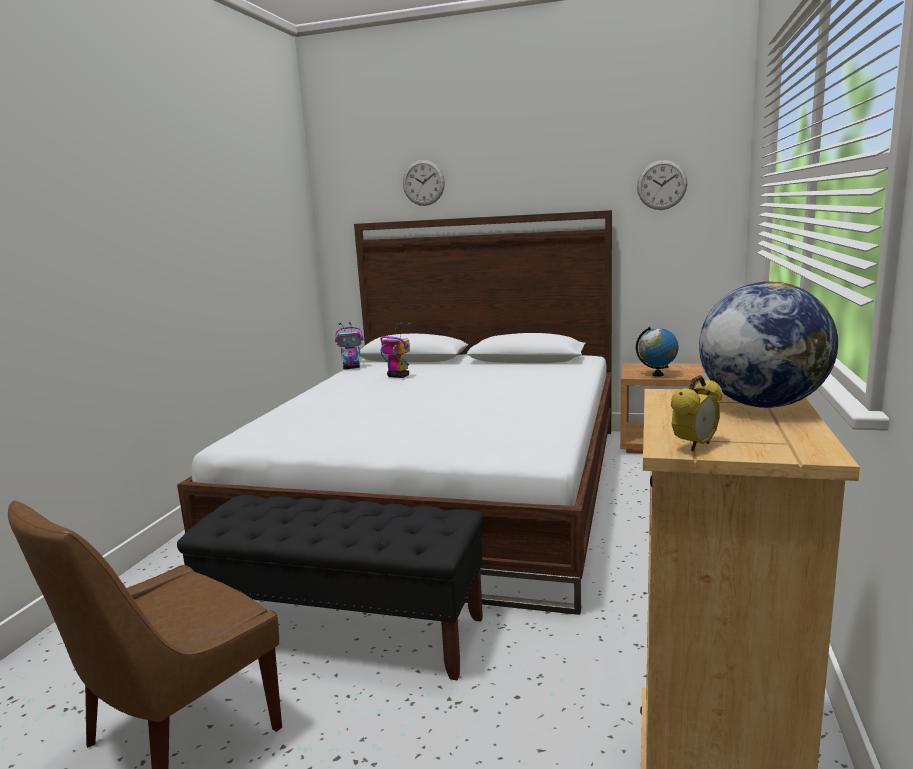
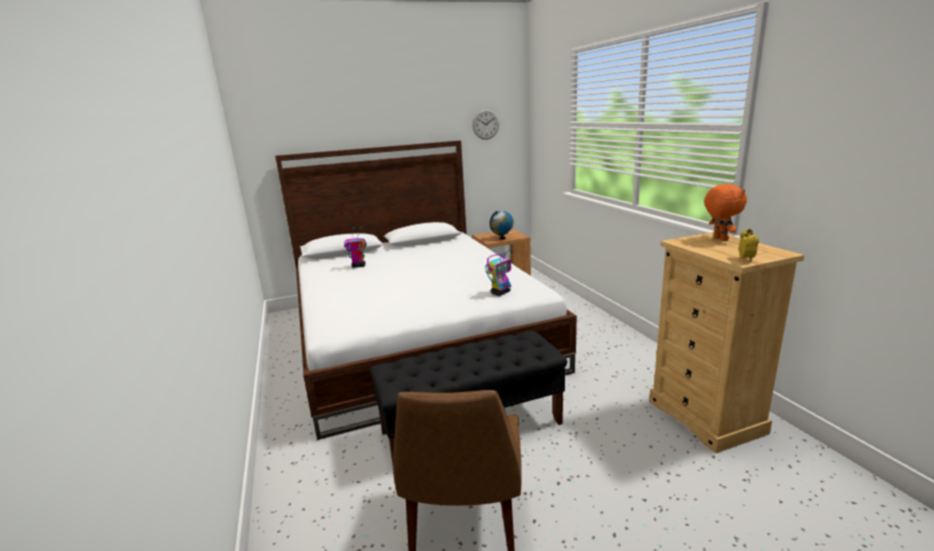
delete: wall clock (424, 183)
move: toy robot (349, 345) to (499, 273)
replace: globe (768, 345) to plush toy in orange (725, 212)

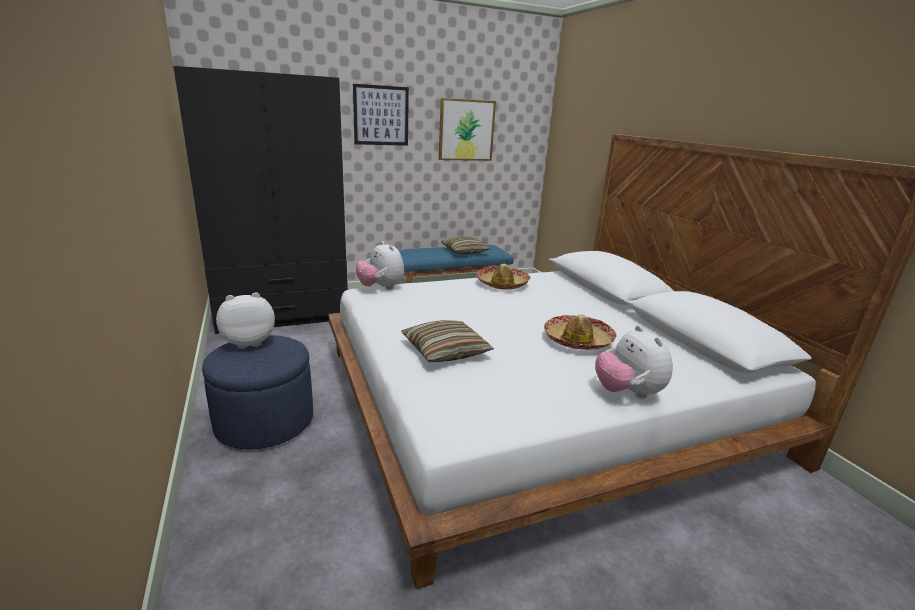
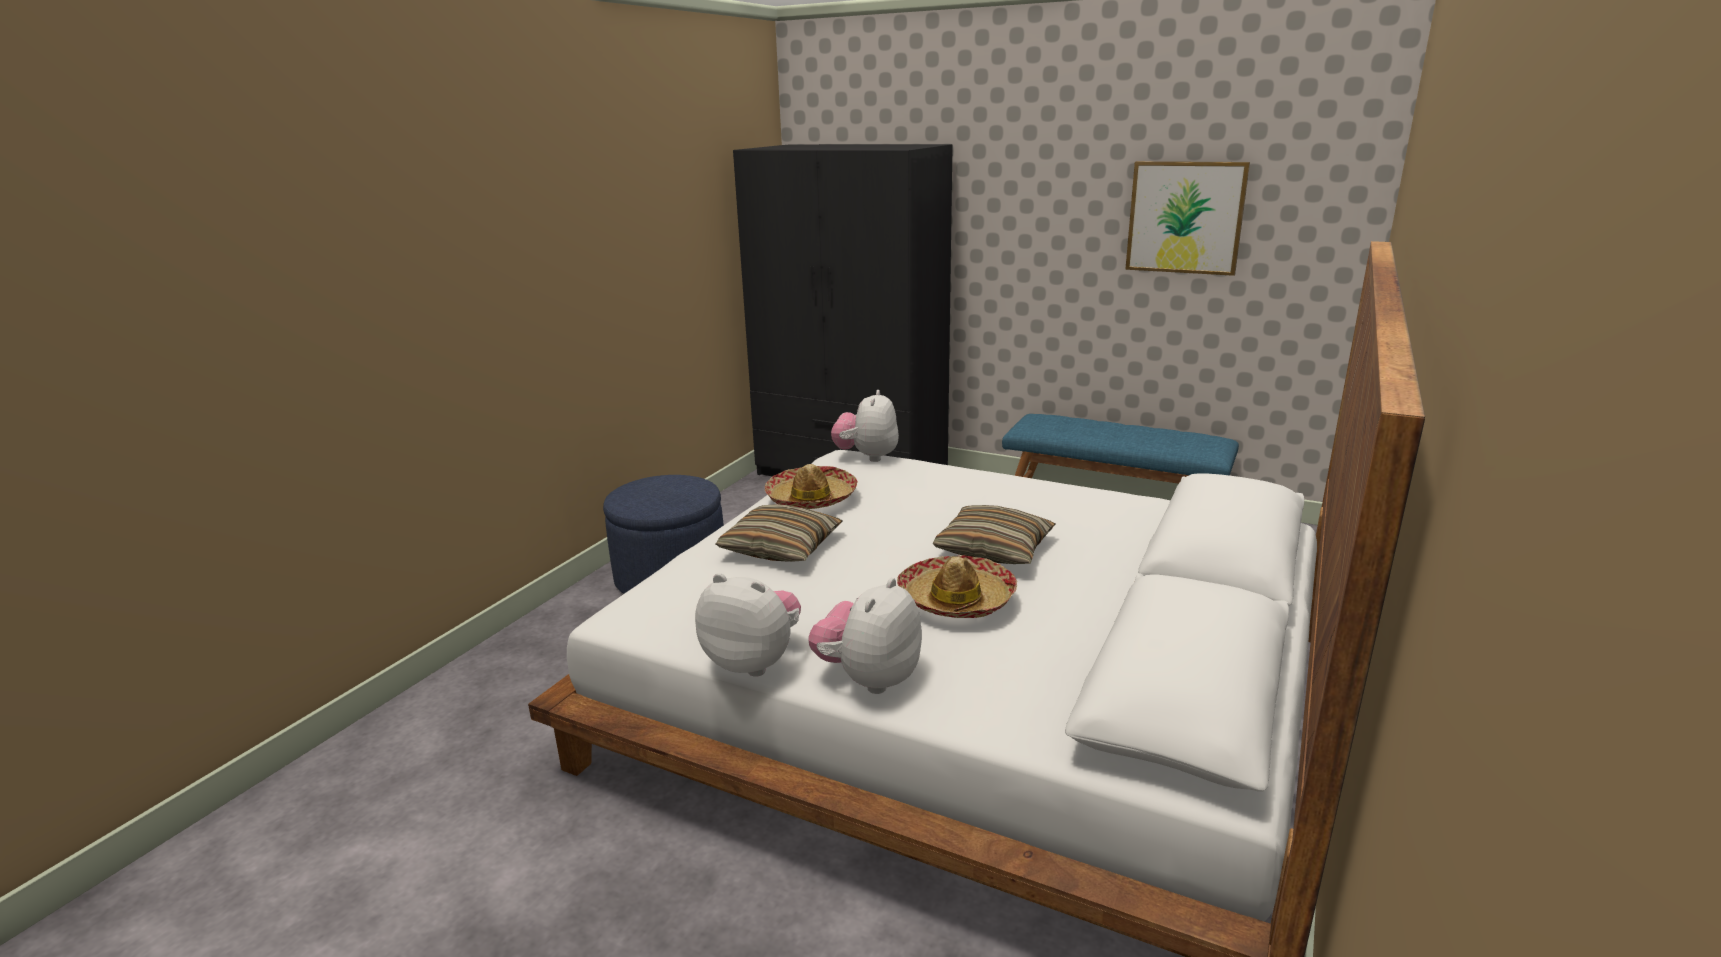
delete: picture (381, 115)
move: plush toy (245, 320) to (748, 625); pillow (465, 245) to (994, 534); hat (503, 277) to (811, 486)

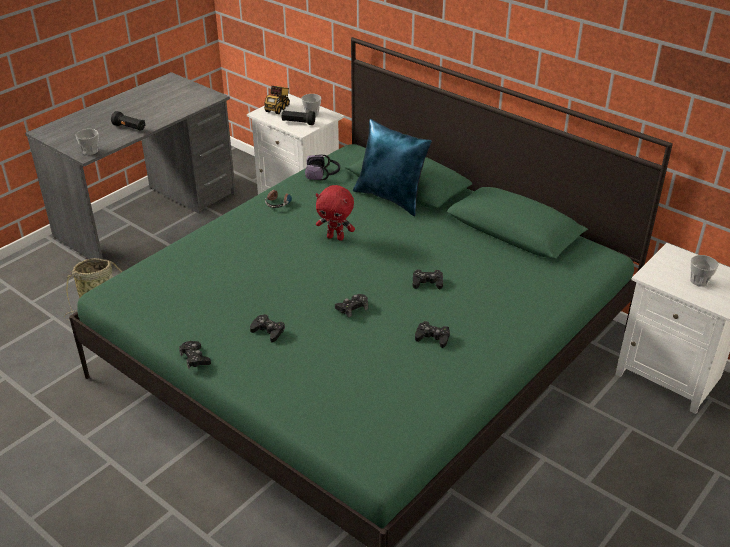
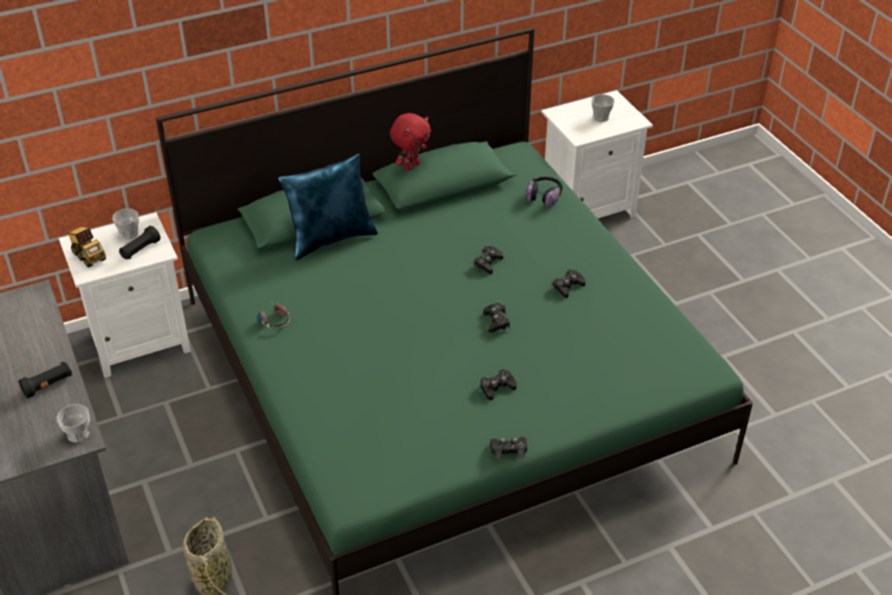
move: headphones (322, 167) to (543, 192); plush toy in red (335, 213) to (410, 142)

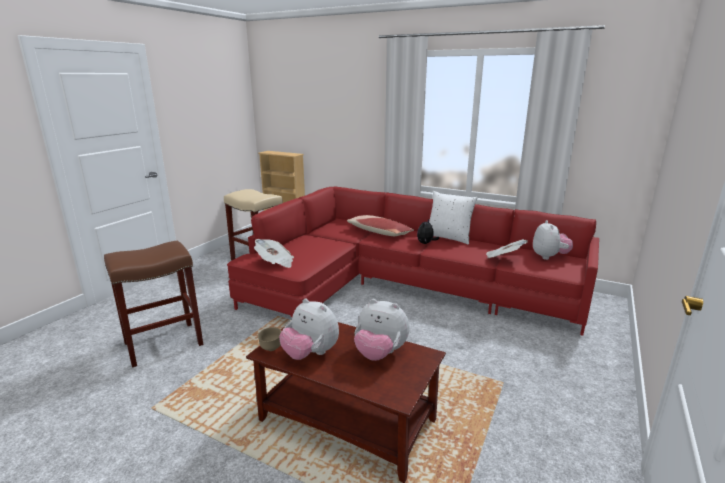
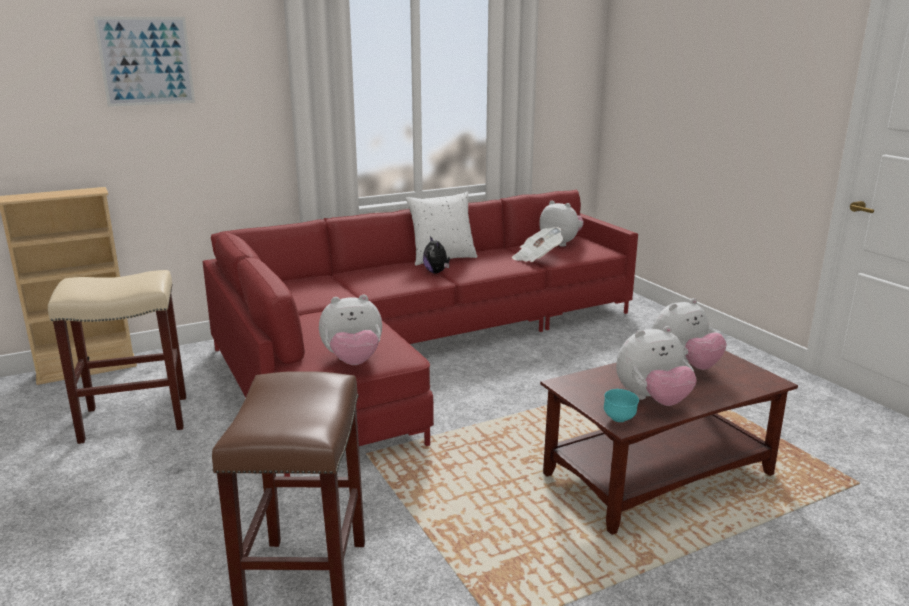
delete: pillow (380, 225)
insert: picture (144, 62)
replace: newspaper (274, 253) to plush toy (350, 330)
recolor: bowl in brown (270, 339) to bowl in turquoise (621, 405)

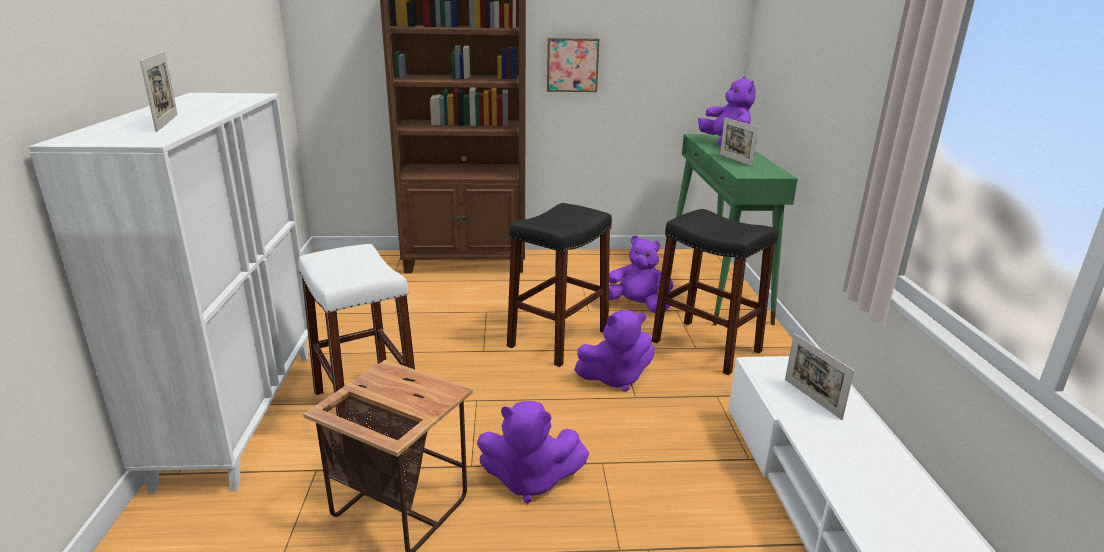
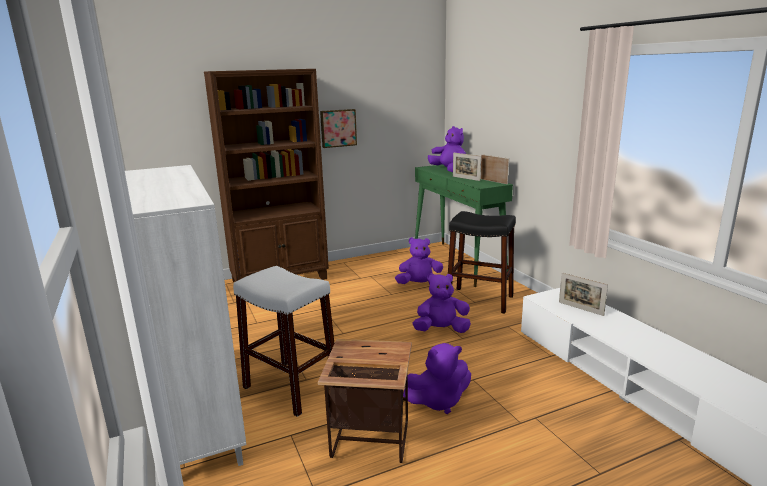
delete: stool in black (559, 285)
move: picture frame (159, 91) to (495, 169)
rotate: plush toy in purple (614, 351) = (442, 303) 150 degrees counterclockwise

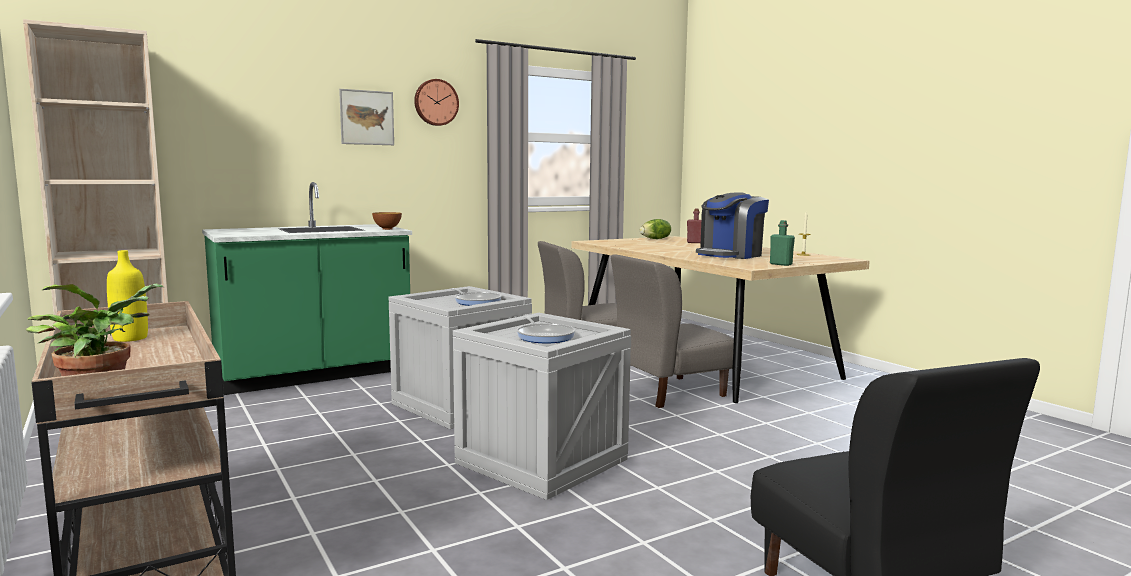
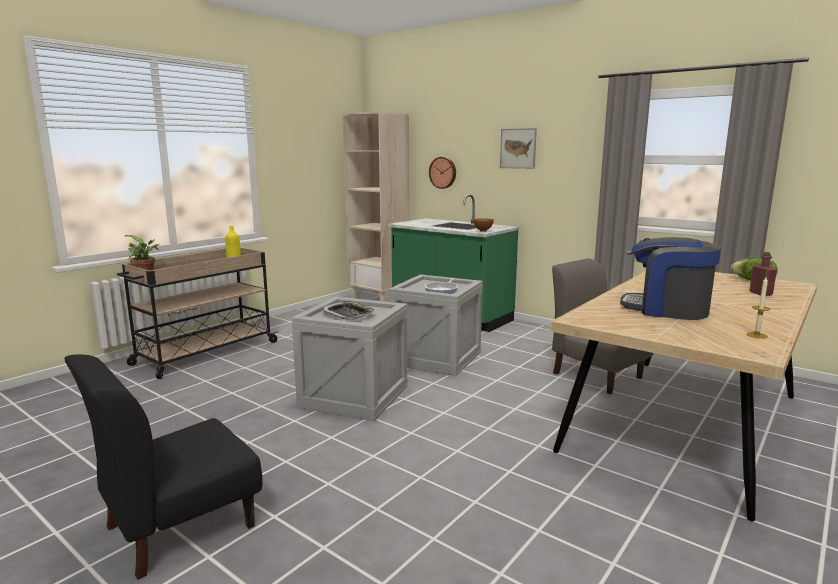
delete: chair in grey (672, 331); bottle in green (782, 243)
move: wall clock (436, 102) to (442, 173)
replace: frying pan (546, 329) to tray (348, 310)

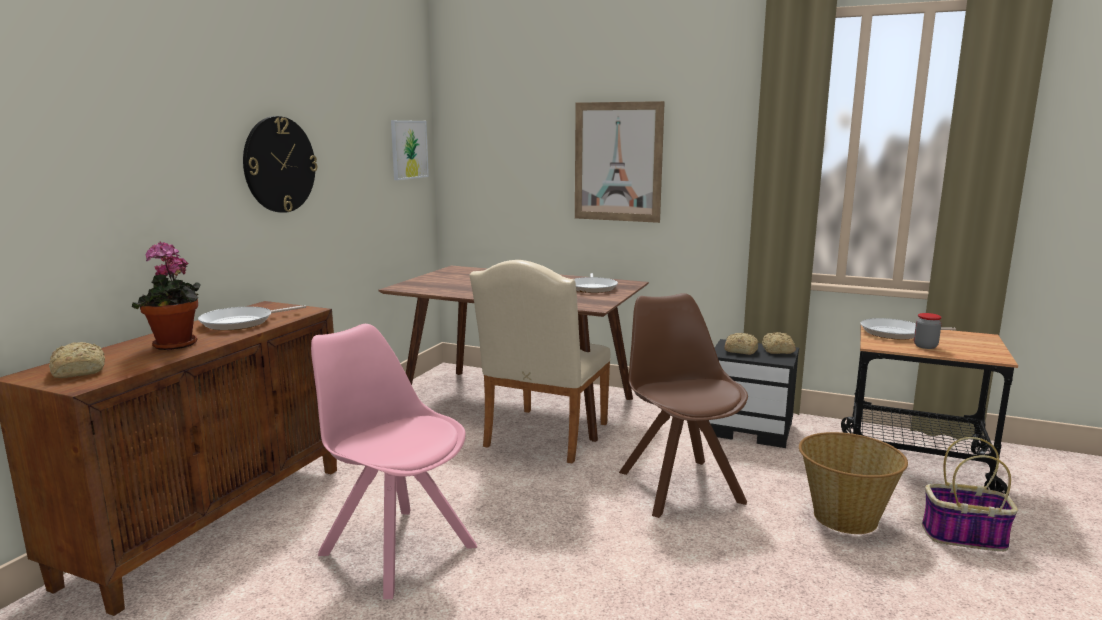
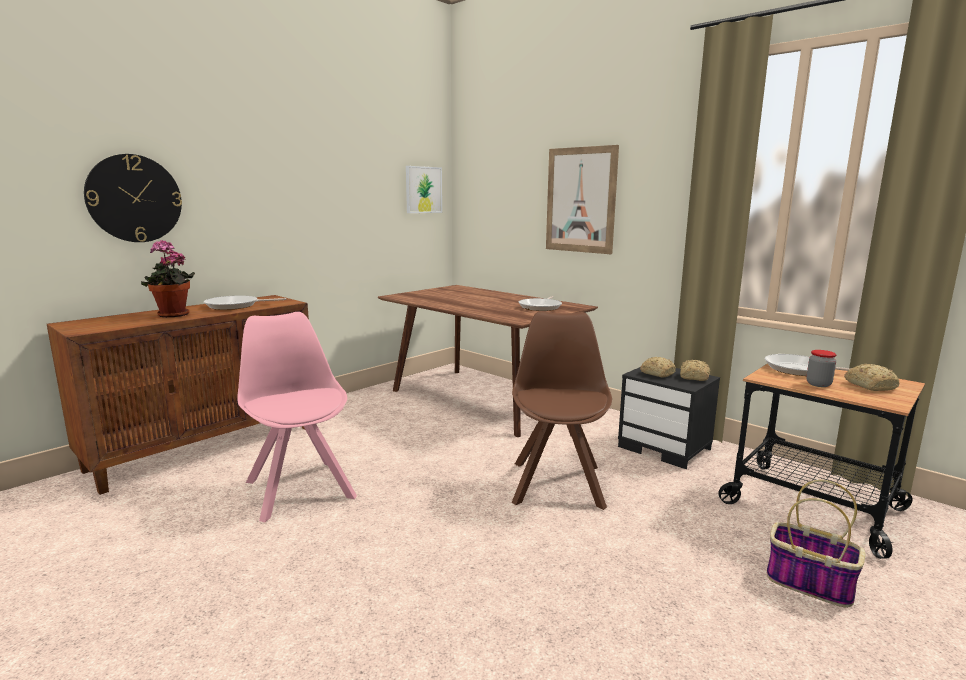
delete: chair in beige (540, 362); basket (853, 483)
move: bread (77, 360) to (872, 377); wall clock (280, 164) to (133, 198)

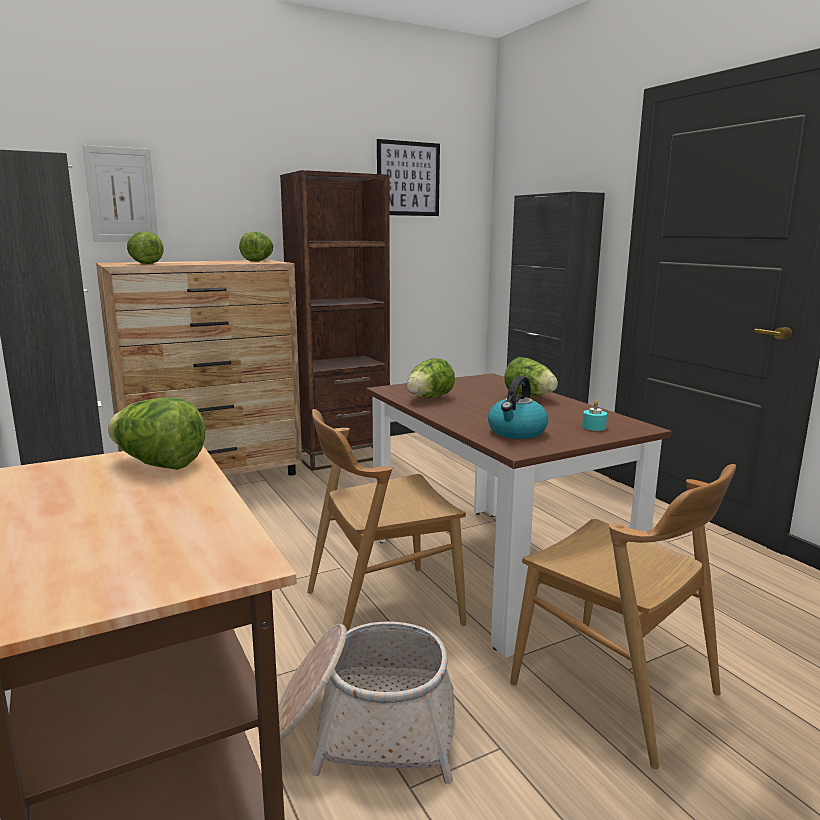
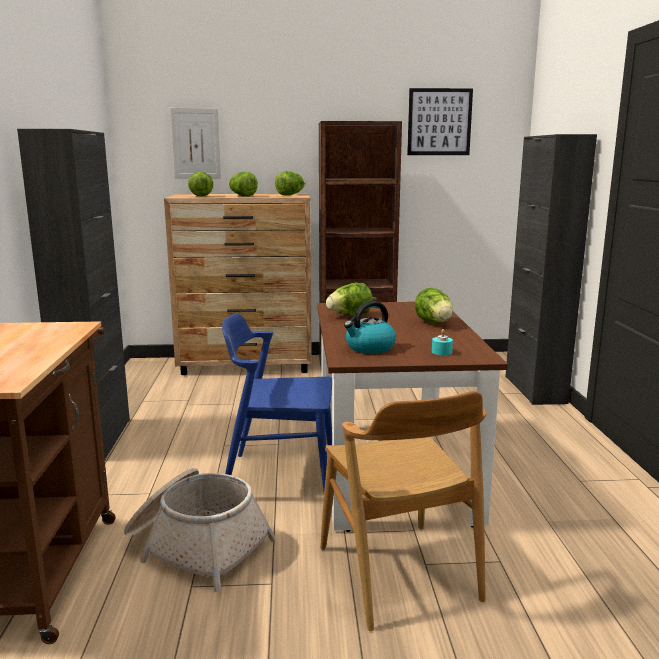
move: lettuce (156, 433) to (243, 184)
recolor: chair in brown (386, 520) to chair in blue (277, 402)

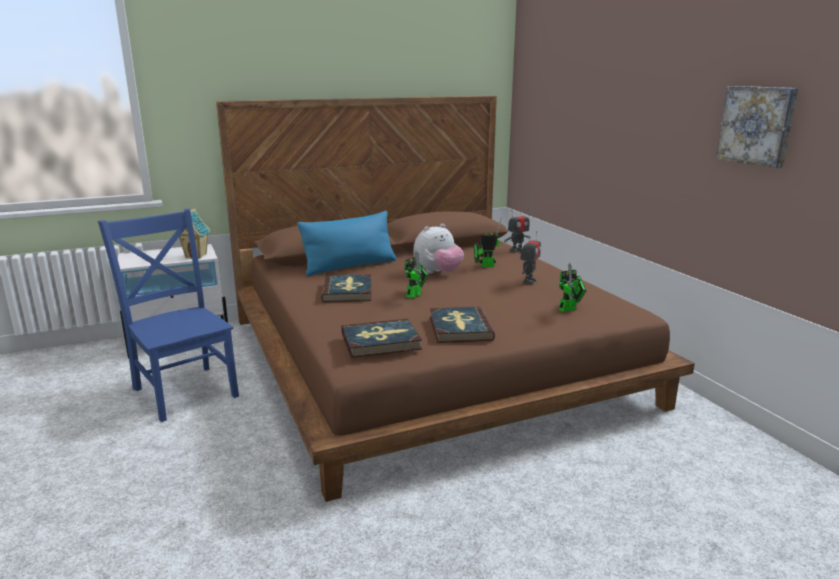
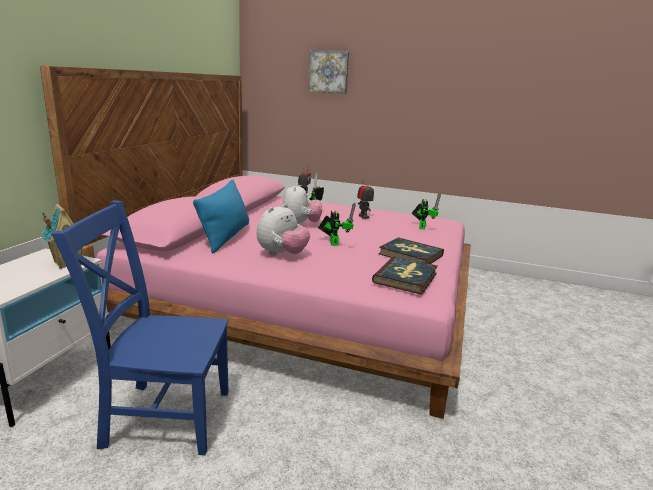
move: picture (757, 127) to (329, 72)
replace: book (346, 288) to plush toy (283, 230)
recolor: bed in brown (455, 299) to bed in pink (255, 242)

